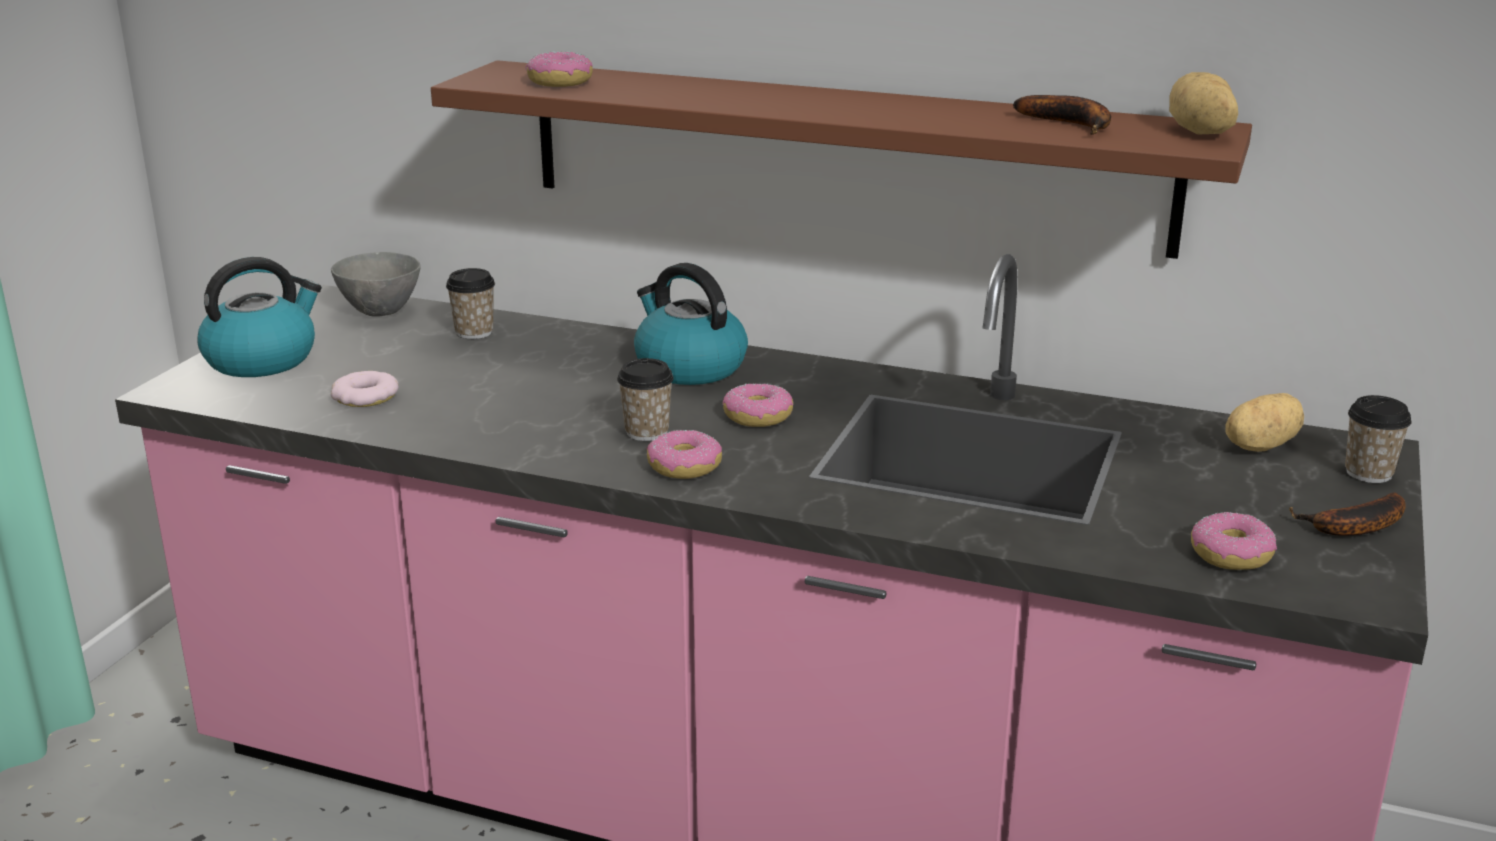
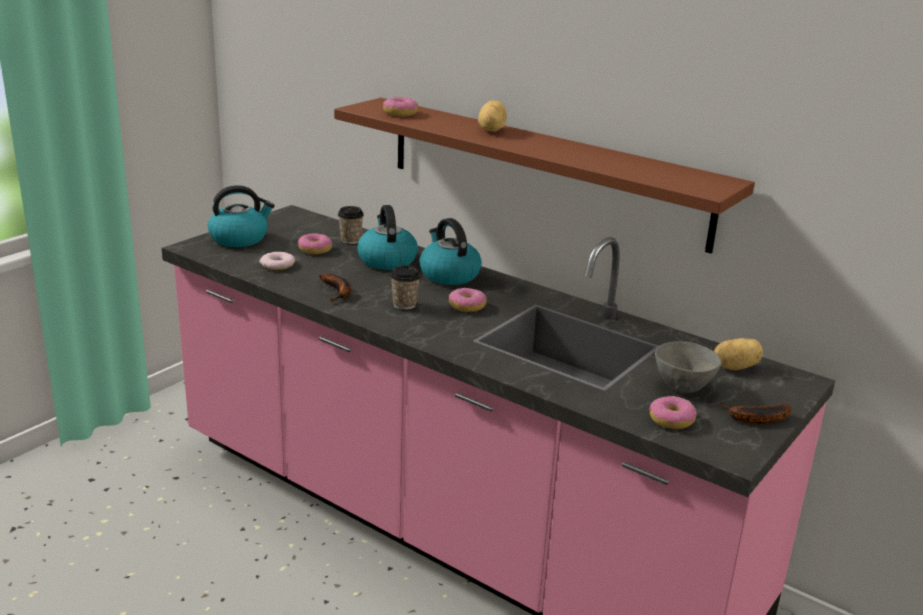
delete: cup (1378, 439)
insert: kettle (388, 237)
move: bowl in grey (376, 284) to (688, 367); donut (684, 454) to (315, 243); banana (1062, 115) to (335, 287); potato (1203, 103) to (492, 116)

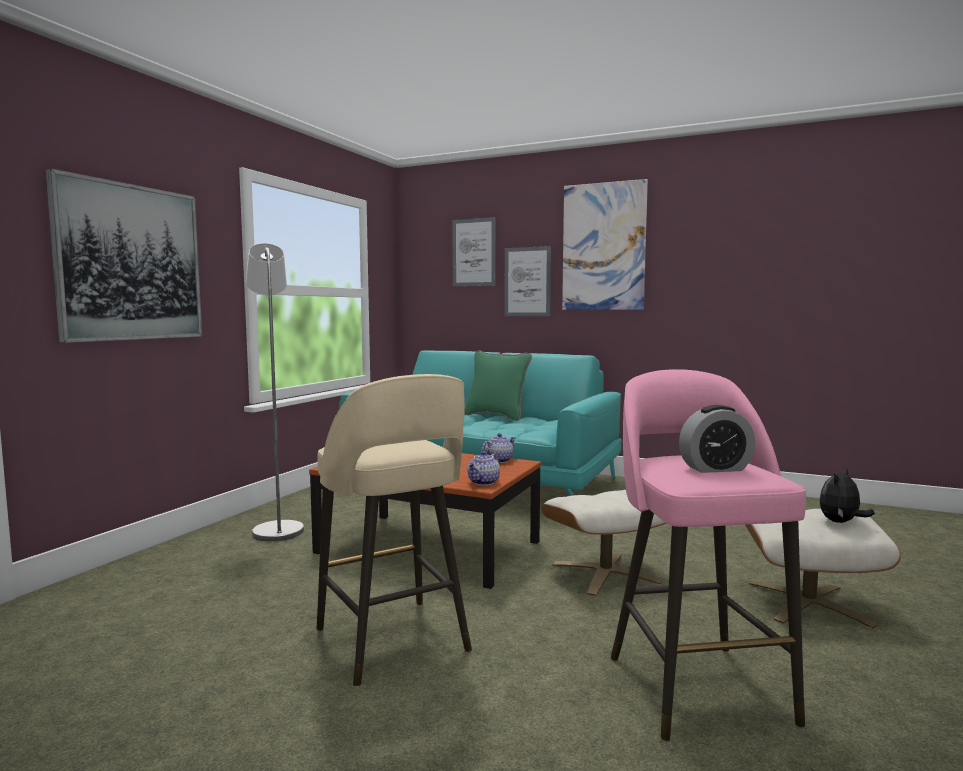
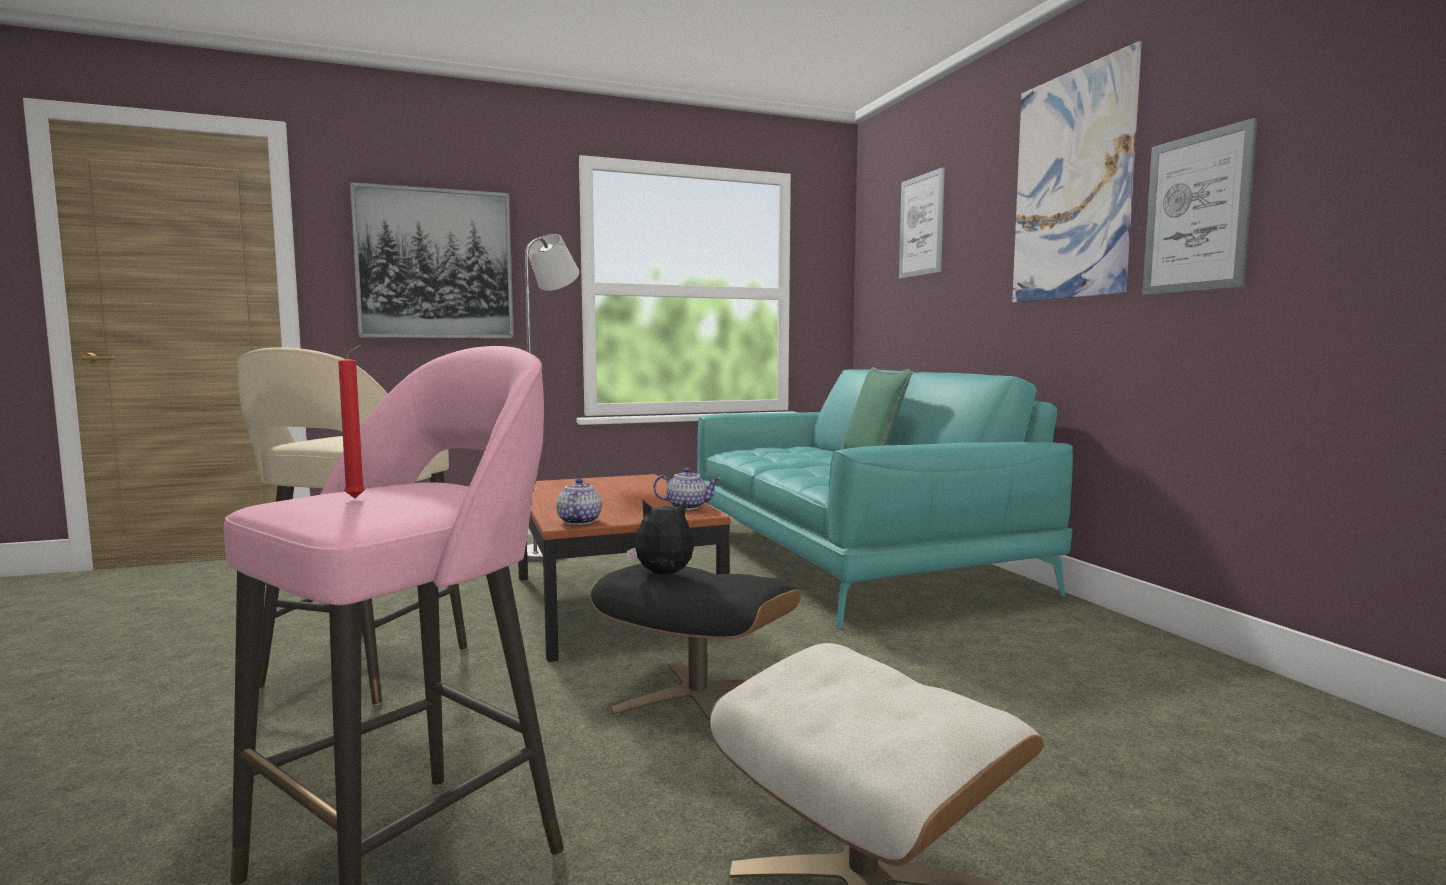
move: picture (527, 281) to (1199, 206); plush toy (847, 495) to (660, 537)
replace: alarm clock (717, 439) to candle in red (351, 421)
recolor: ottoman in beige (604, 543) to ottoman in black (695, 641)
rotate: teapot (484, 468) = (578, 502) 105 degrees clockwise

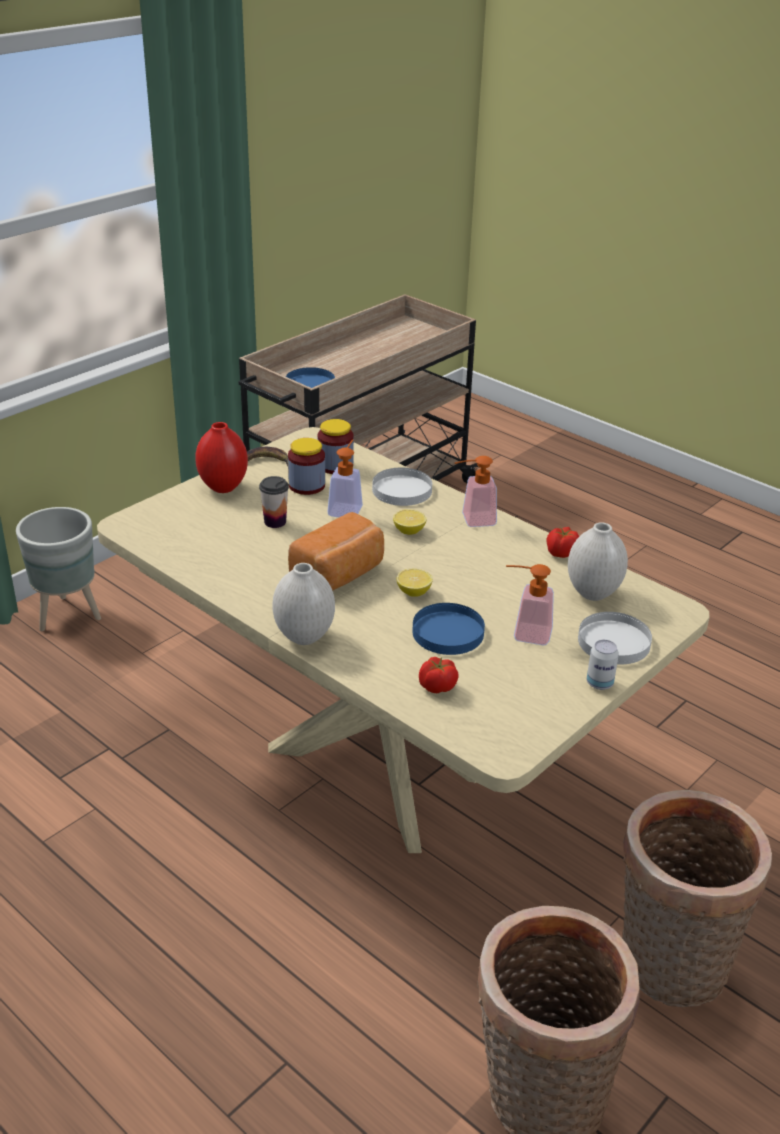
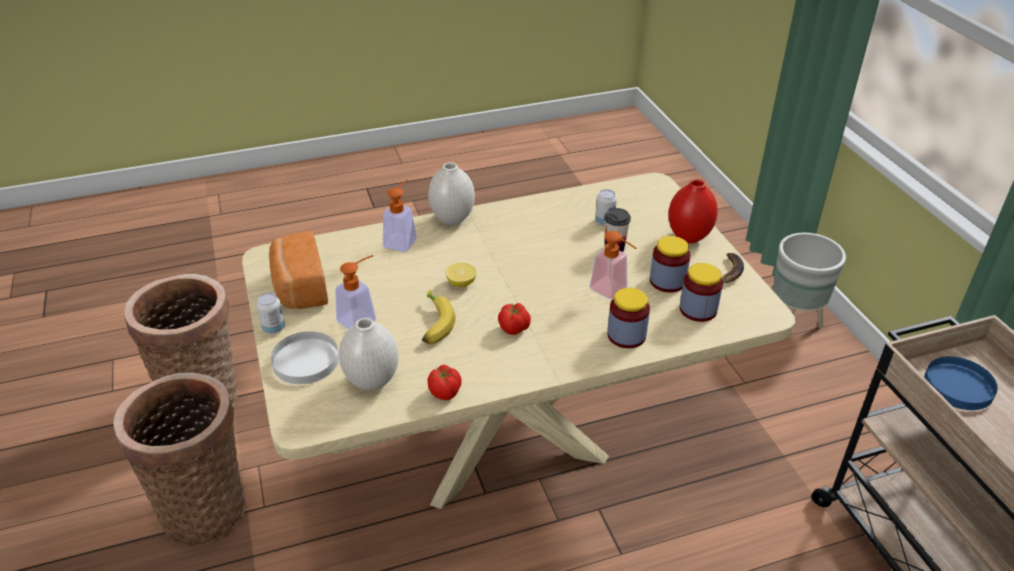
delete: lemon (409, 522); plate in blue (448, 629)
insert: banana (439, 316); can (606, 207)
move: bread (336, 551) to (298, 270); tomato (439, 675) to (514, 319); soap dispenser (476, 491) to (400, 216)
replace: plate in white (402, 487) to jar (628, 318)

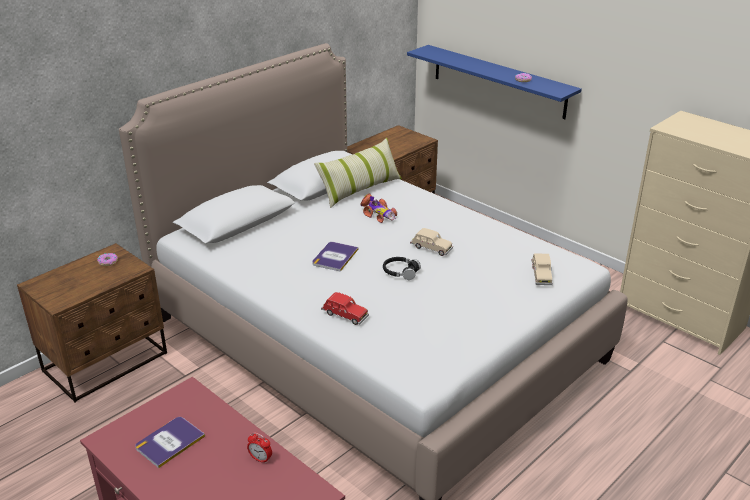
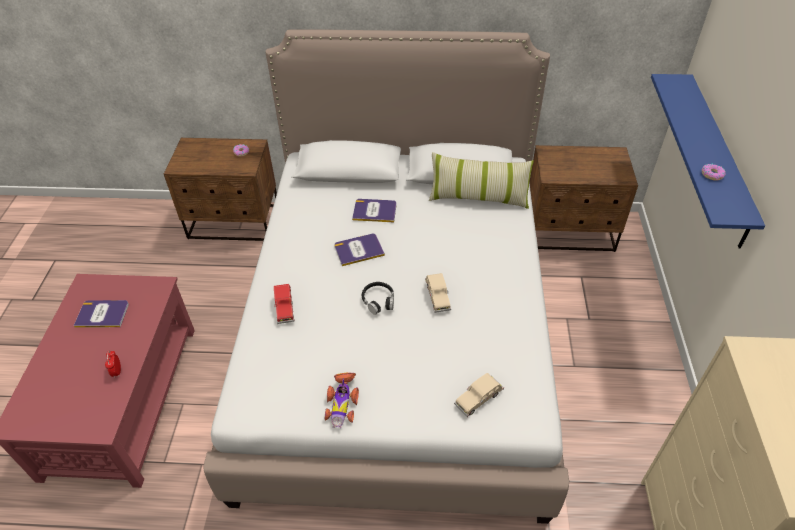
insert: book (374, 210)
move: toy car (378, 208) to (342, 400)

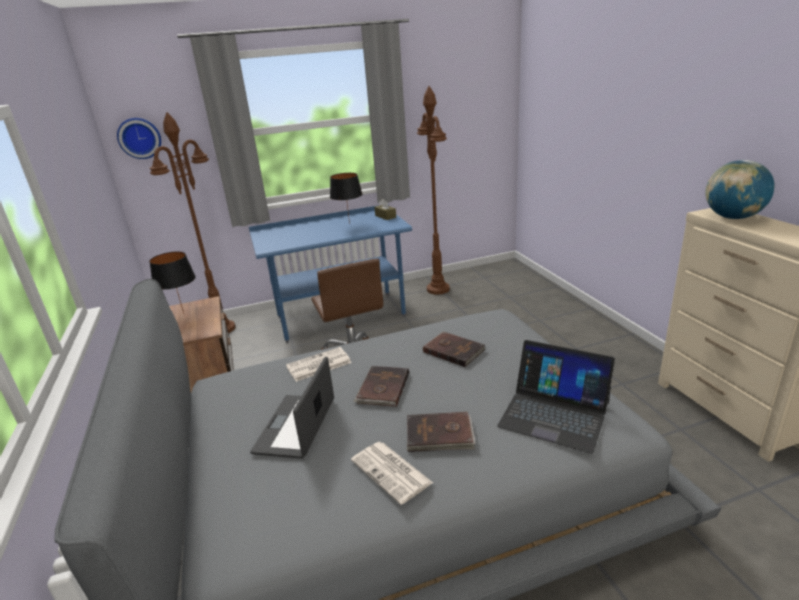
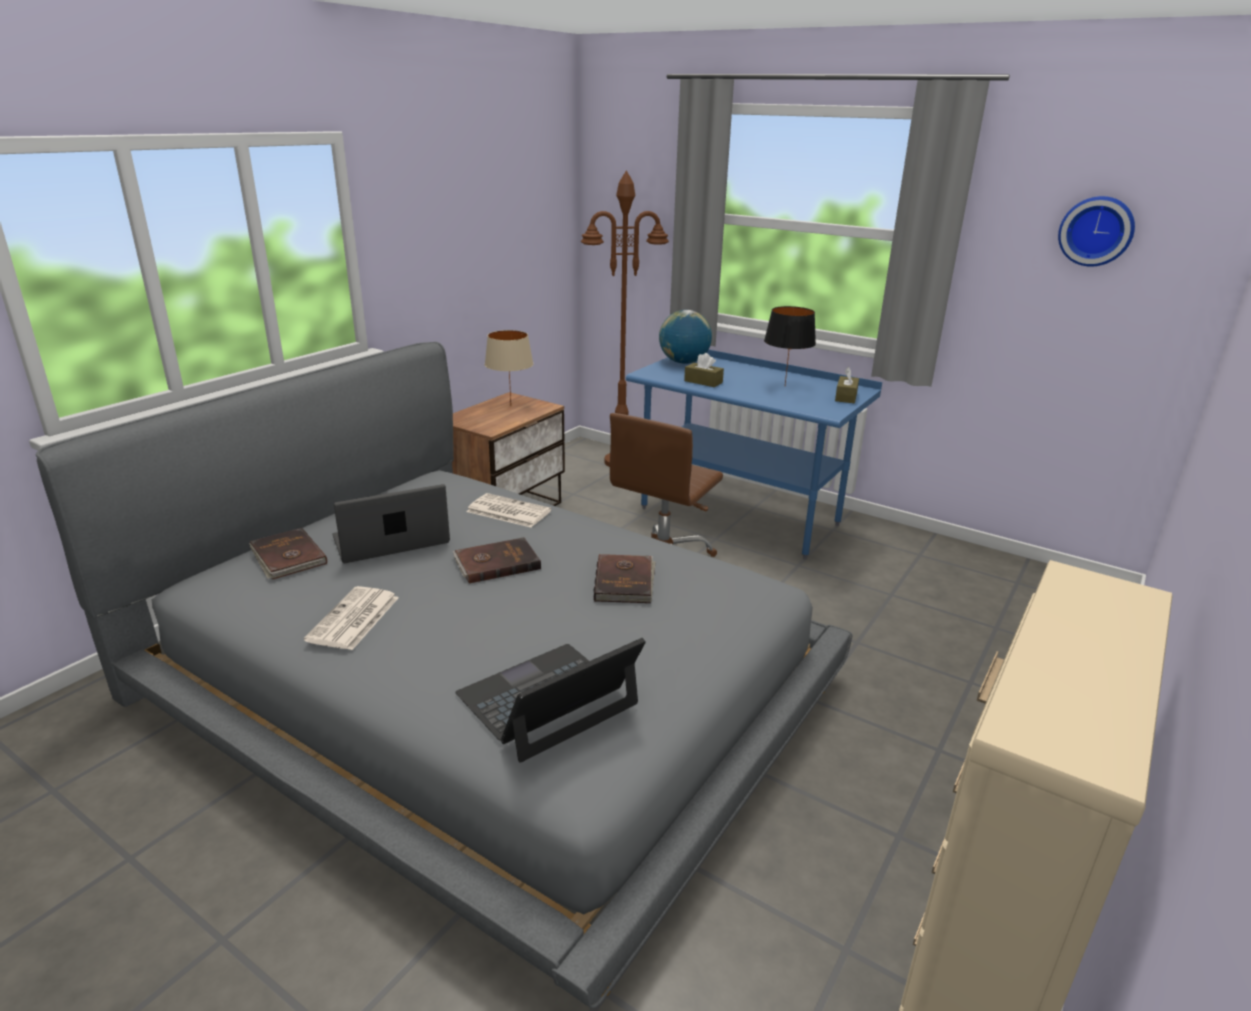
delete: floor lamp in brown (433, 190)
insert: tissue box in brown (704, 370)
move: wall clock (139, 138) to (1096, 231); book in brown (441, 432) to (288, 553); globe (739, 189) to (685, 337)
recolor: table lamp in black (172, 282) to table lamp in beige (509, 367)
rotate: laptop (556, 397) = (551, 700) 60 degrees clockwise

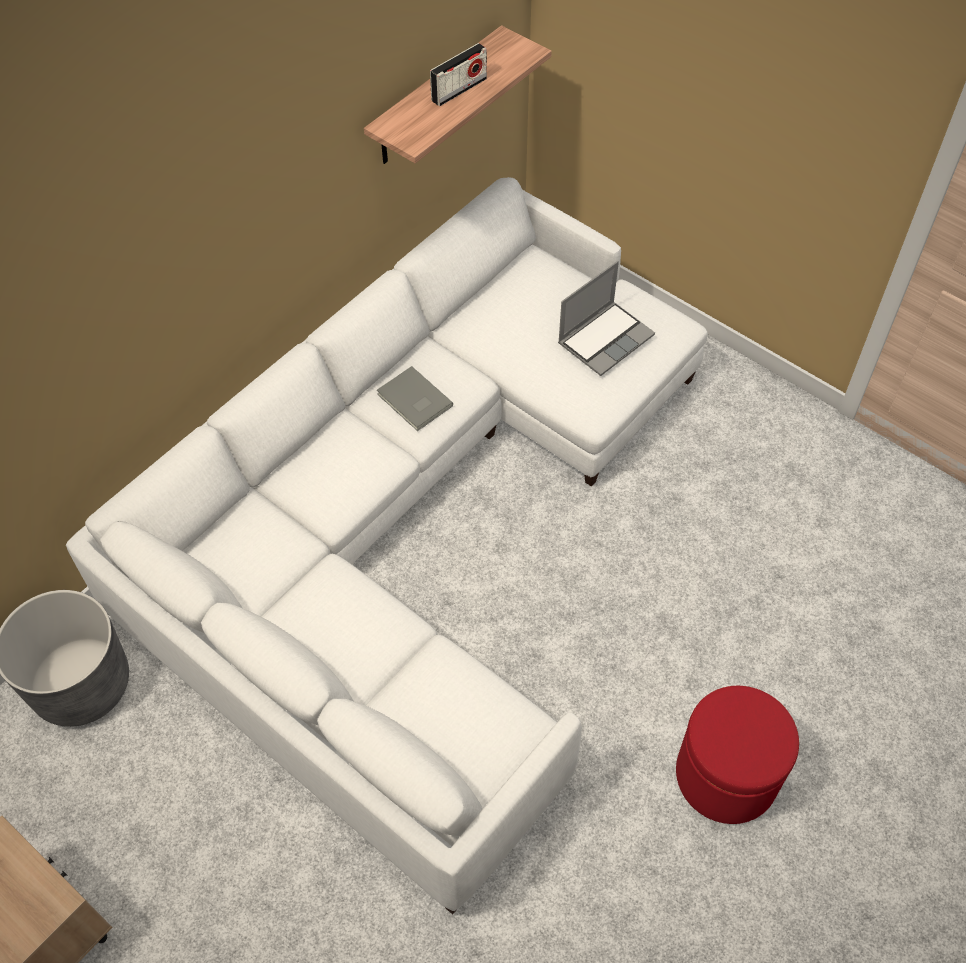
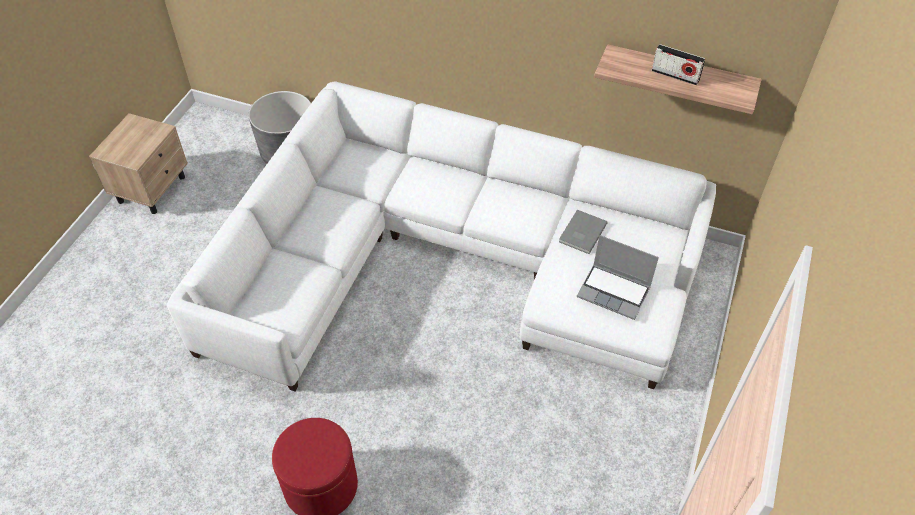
move: book in grey (415, 398) to (583, 232)

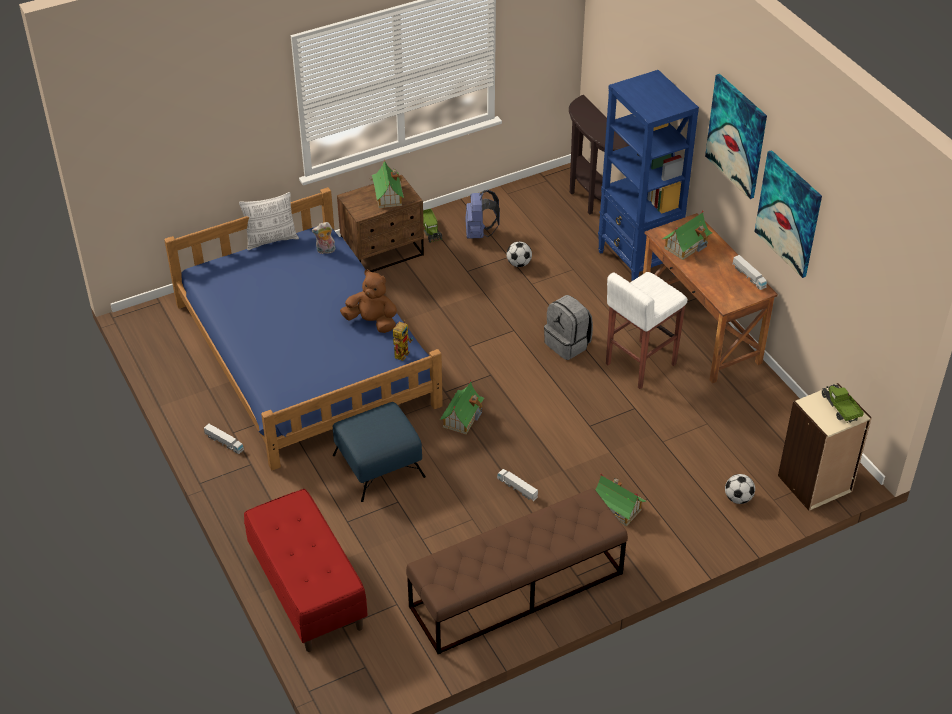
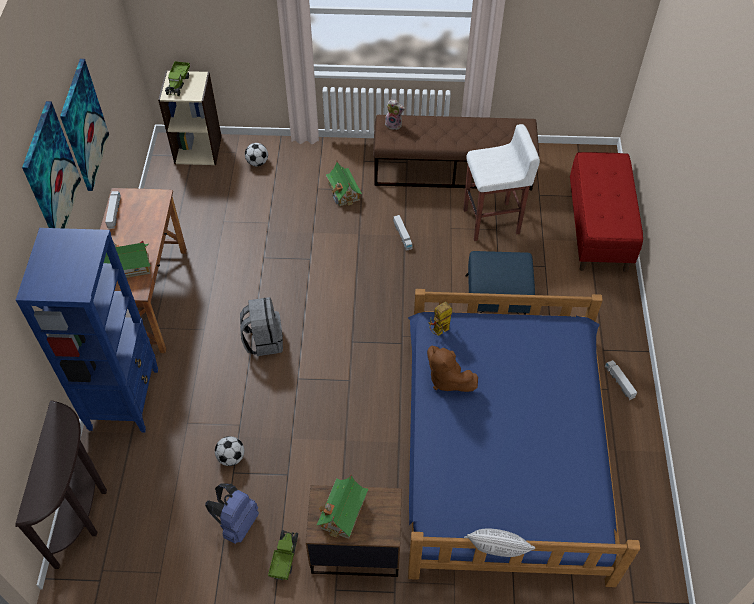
delete: toy house (462, 407)
move: plush toy (324, 238) to (395, 114); stool in white (647, 330) to (501, 182)

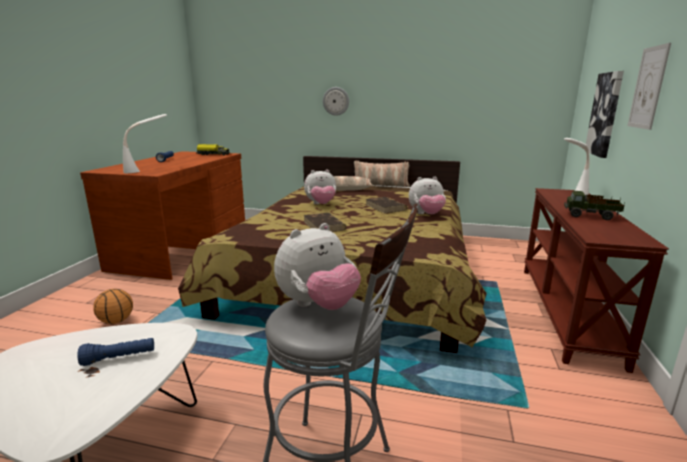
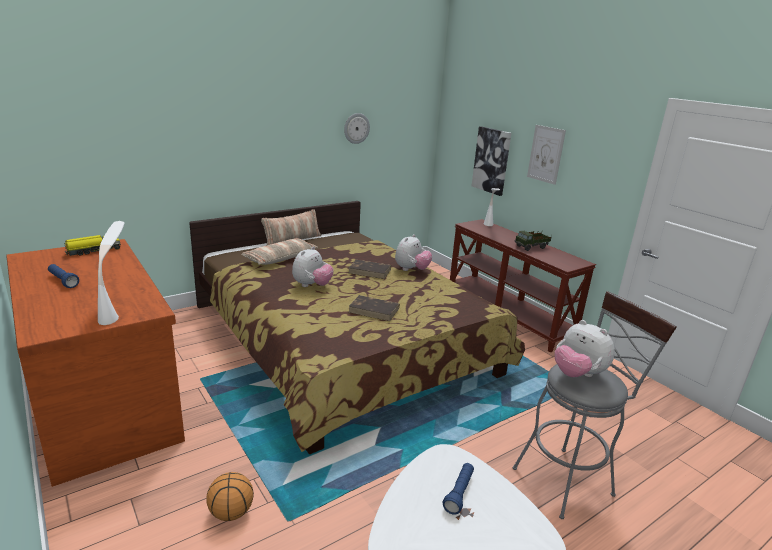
move: wall clock (336, 101) to (357, 128)
rotate: plush toy (317, 266) = (584, 348) 135 degrees clockwise

